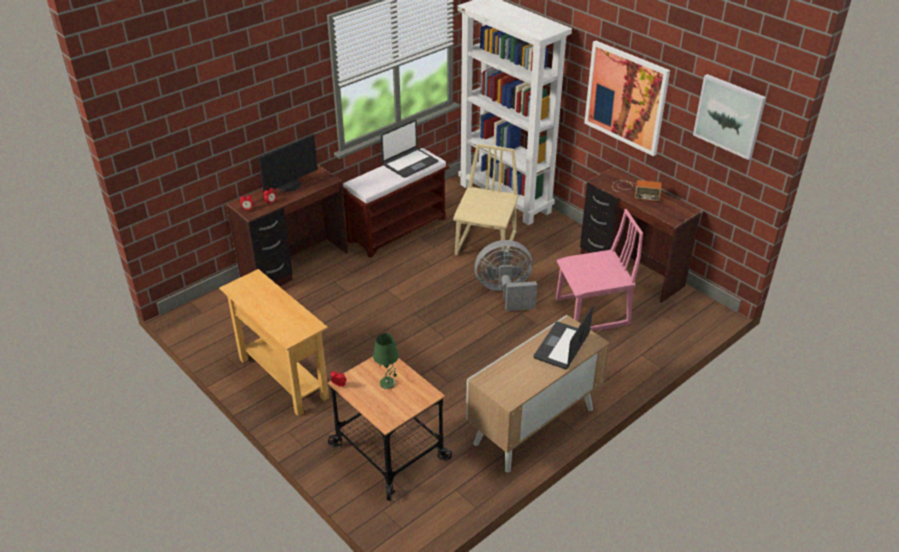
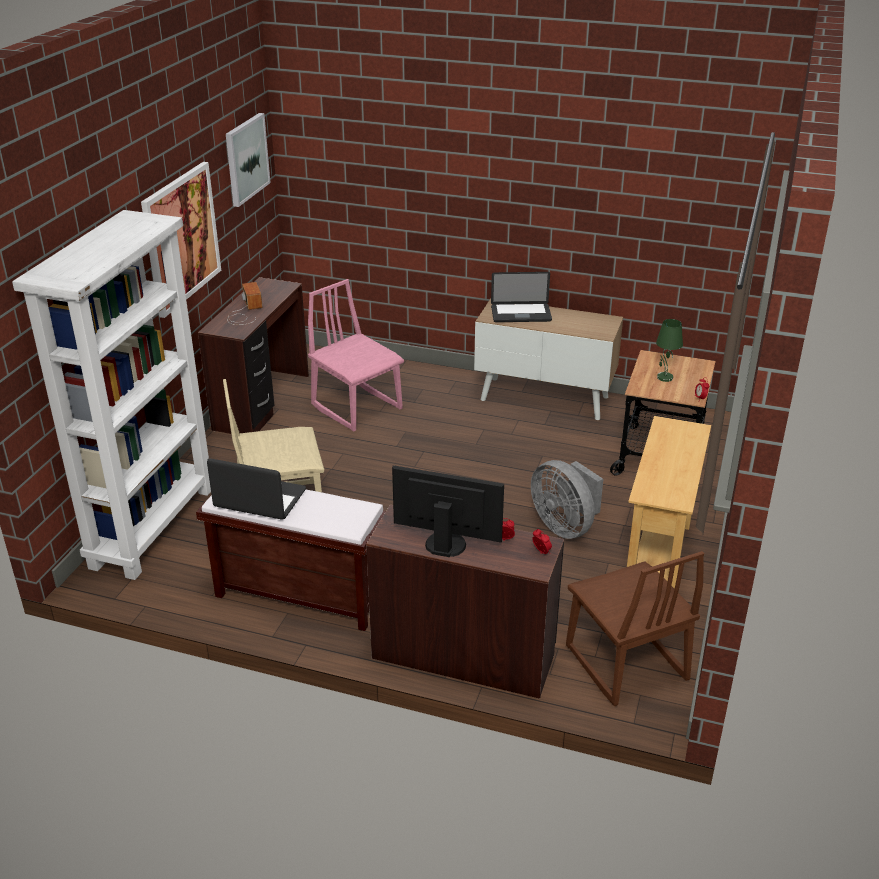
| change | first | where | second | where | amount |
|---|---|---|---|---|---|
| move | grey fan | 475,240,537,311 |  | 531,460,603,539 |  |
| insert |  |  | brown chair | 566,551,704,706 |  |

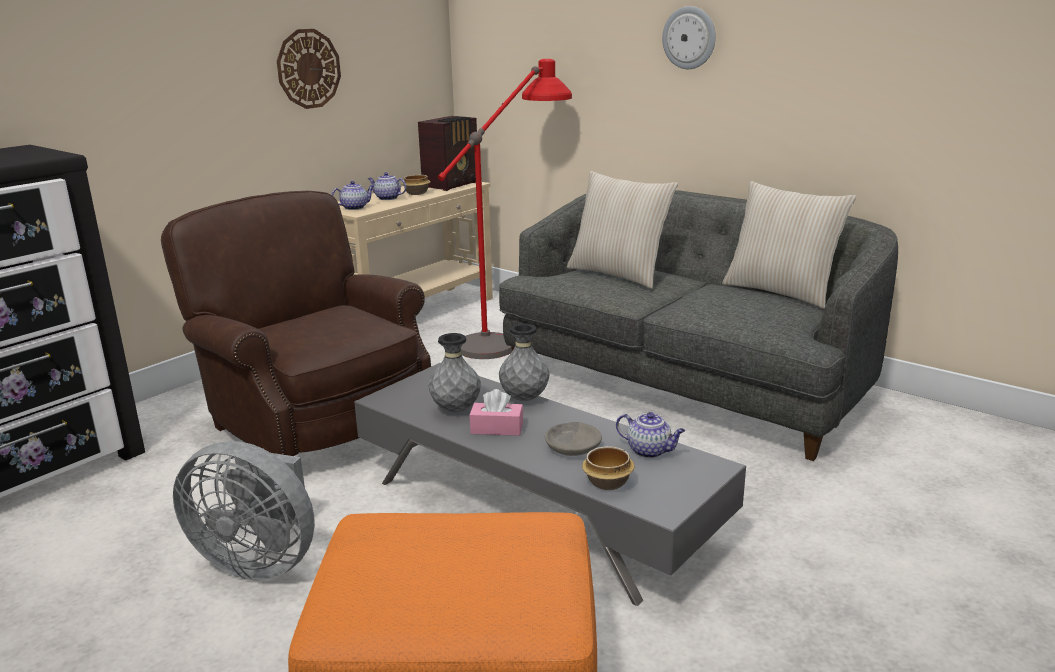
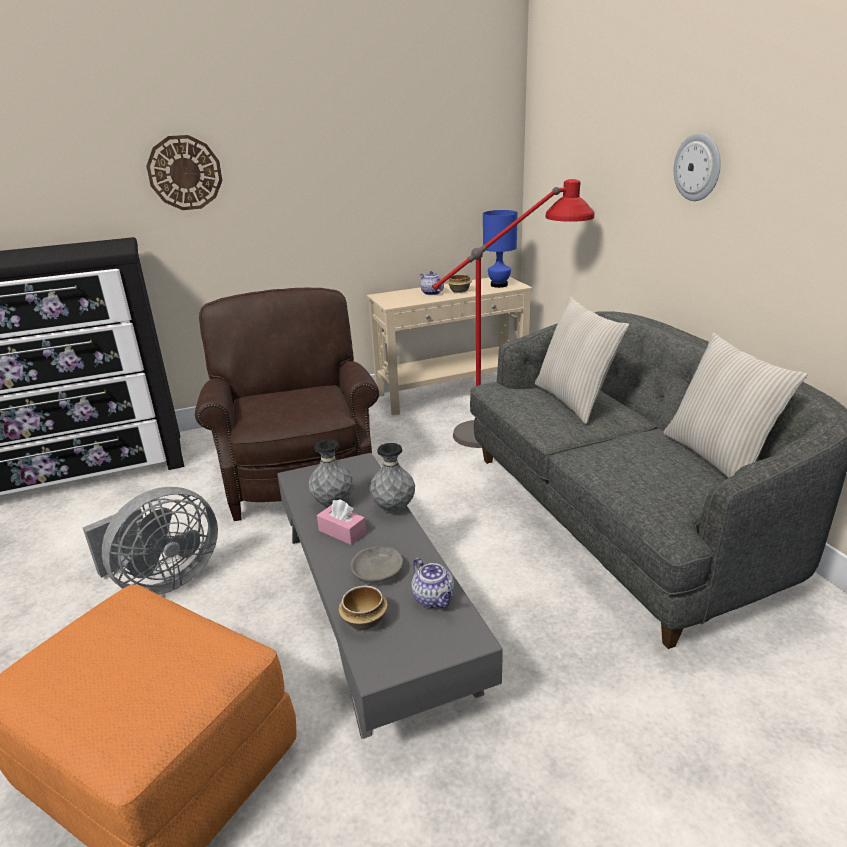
| change | first | where | second | where | amount |
|---|---|---|---|---|---|
| rotate | grey fan | 173,441,315,581 |  | 83,487,218,595 | 90 degrees counterclockwise |
| move | clock on the wall | 277,29,341,109 |  | 146,135,223,210 |  |
| replace | radio receiver | 418,116,477,191 | blue-coloured tabletop lamp | 483,210,518,288 |  |
| delete | tea pot | 331,181,374,210 |  |  |  |

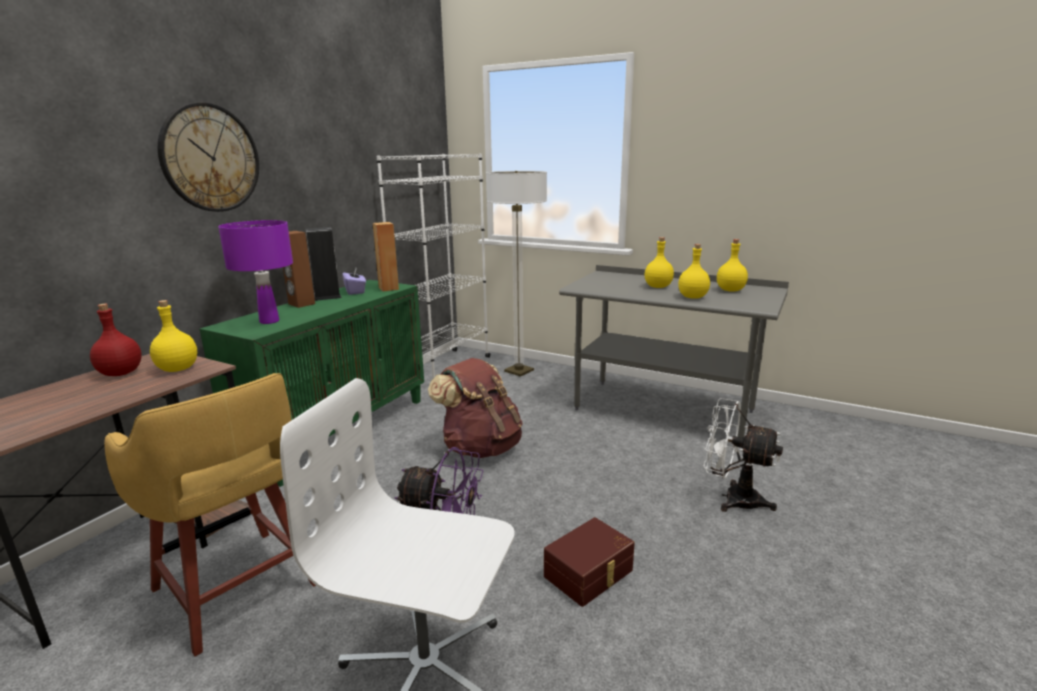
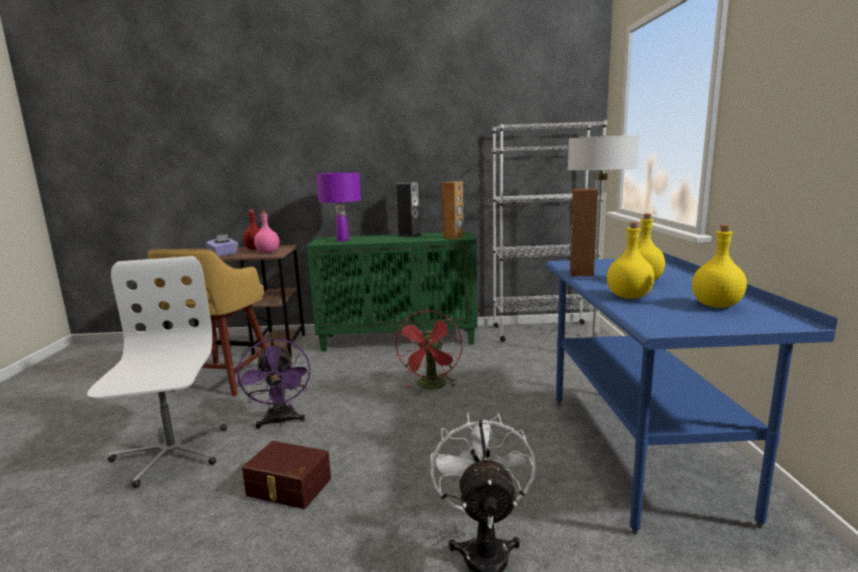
| change | first | where | second | where | amount |
|---|---|---|---|---|---|
| move | purple-coloured tissue box | 342,268,366,295 |  | 206,234,238,257 |  |
| recolor | yellowish beverage bottle | 150,300,197,372 | pinkish beverage bottle | 254,211,280,253 |  |
| replace | brown rucksack | 428,358,523,458 | red fan | 395,310,462,390 |  |
| recolor | grey desk | 559,265,789,438 | blue-coloured desk | 545,252,838,535 |  |
| move | brown speaker | 283,231,315,308 |  | 570,189,598,276 |  |
| delete | clock on the wall | 158,103,259,212 |  |  |  |

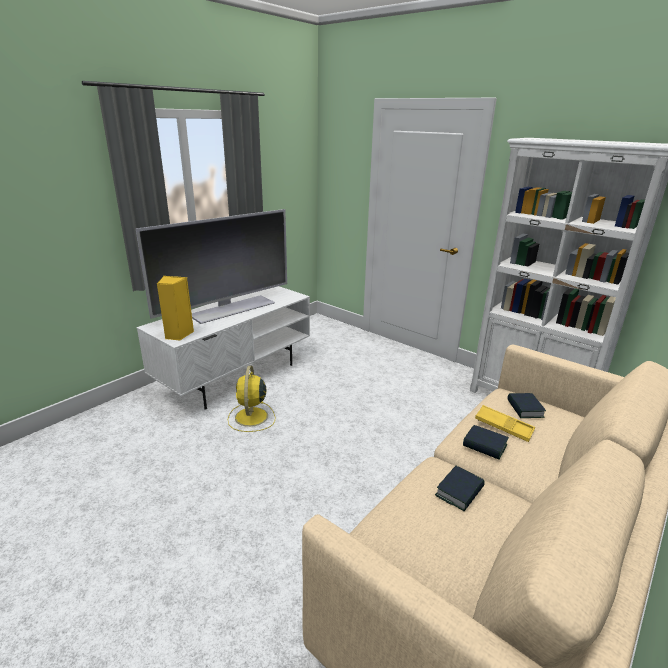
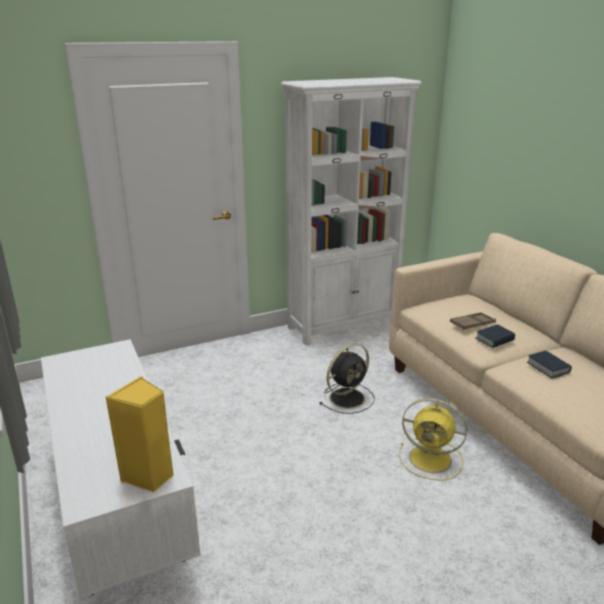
| change | first | where | second | where | amount |
|---|---|---|---|---|---|
| insert |  |  | black-coloured fan | 320,343,375,414 |  |
| move | yellowish fan | 228,366,276,432 |  | 399,398,467,481 |  |
| recolor | yellowish tray | 475,405,535,442 | brown tray | 450,312,496,330 |  |
| delete | TV set | 136,209,287,324 |  |  |  |
| delete | book | 507,393,546,418 |  |  |  |

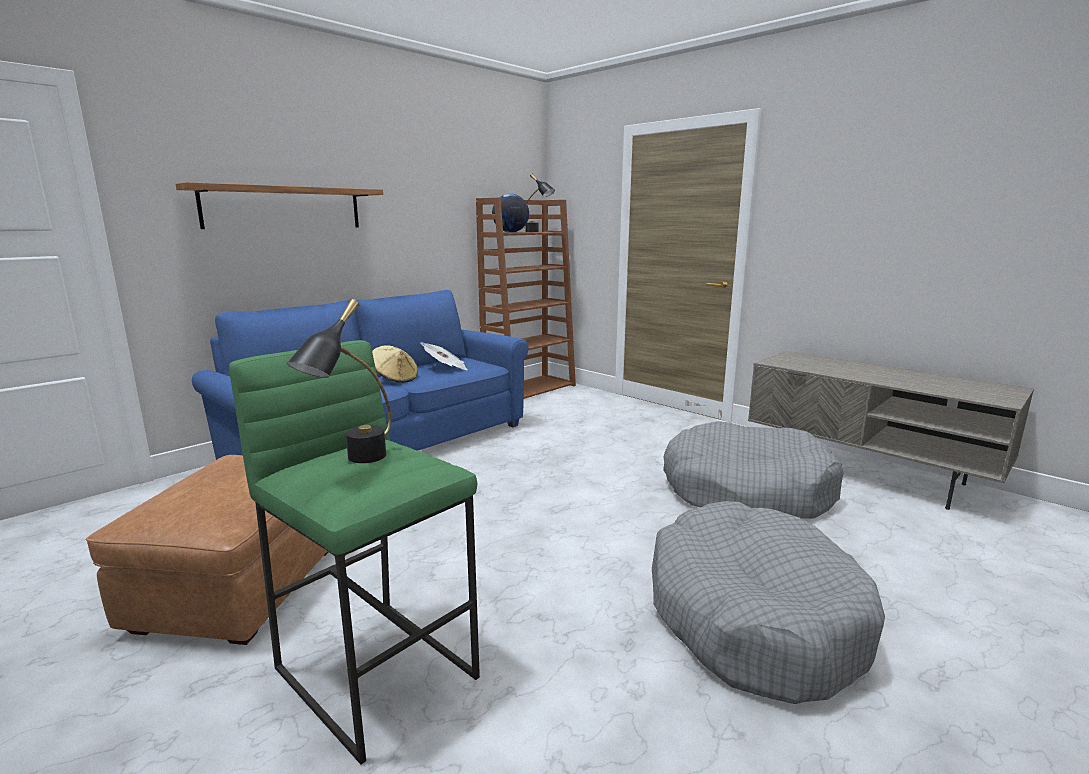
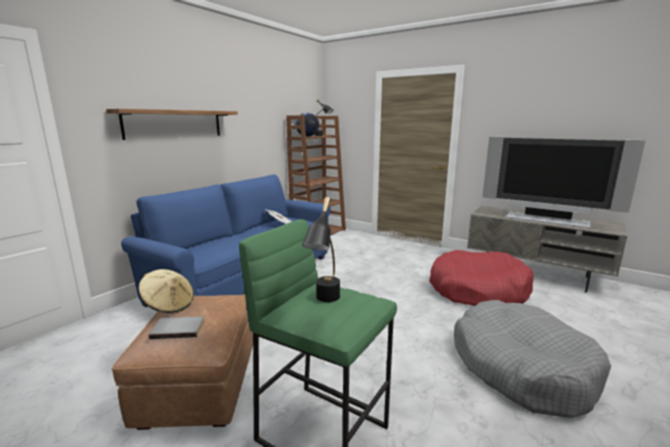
| change | first | where | second | where | amount |
|---|---|---|---|---|---|
| move | beige-coloured clothing hat | 372,346,418,383 |  | 139,269,194,313 |  |
| insert |  |  | grey book | 148,316,205,339 |  |
| recolor | grey dog bed | 663,421,844,518 | red dog bed | 429,250,534,306 |  |
| insert |  |  | TV set | 482,137,646,228 |  |

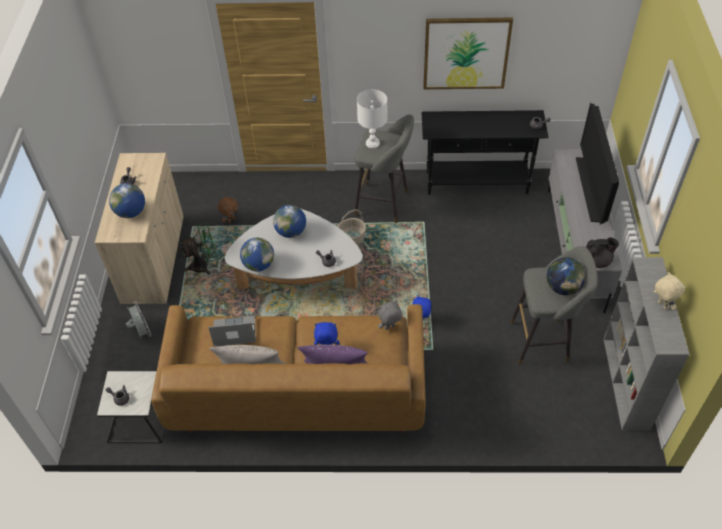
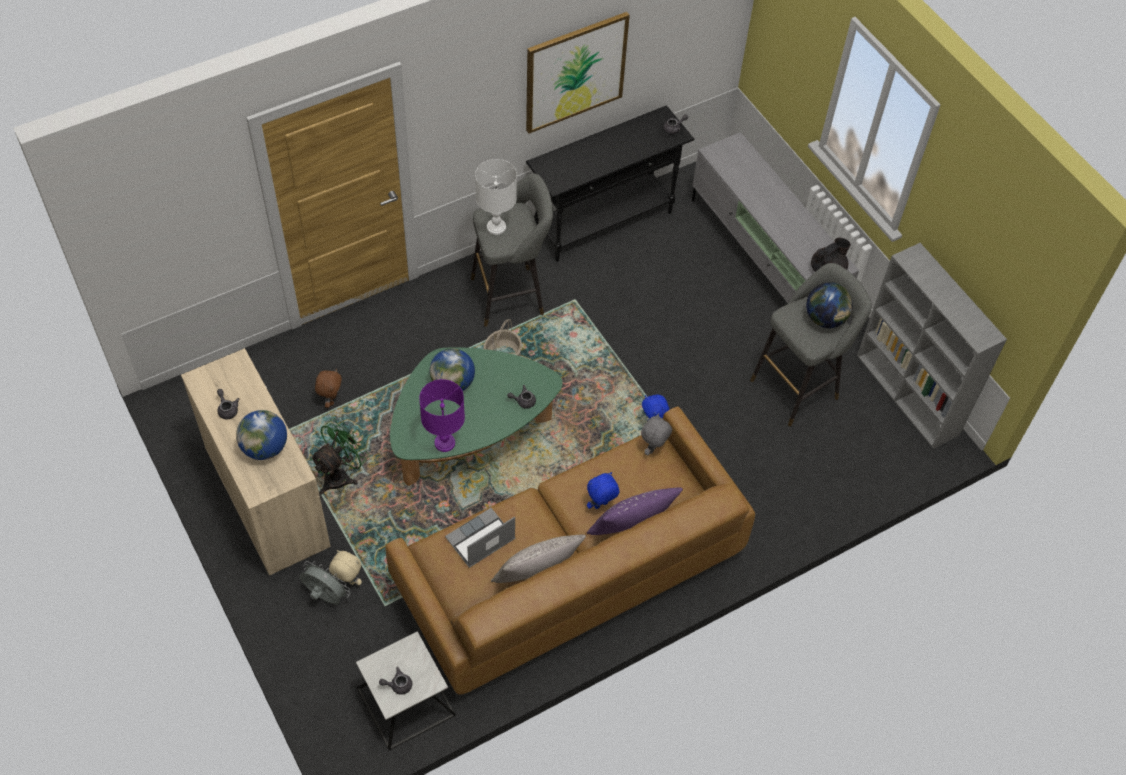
| change | first | where | second | where | amount |
|---|---|---|---|---|---|
| move | beige-coloured plush toy | 654,272,685,310 |  | 329,550,362,585 |  |
| recolor | whitish low table | 225,209,363,289 | green low table | 390,347,562,486 |  |
| replace | world globe | 240,238,274,271 | purple-coloured tabletop lamp | 419,379,465,452 |  |
| delete | TV set | 576,103,619,224 |  |  |  |

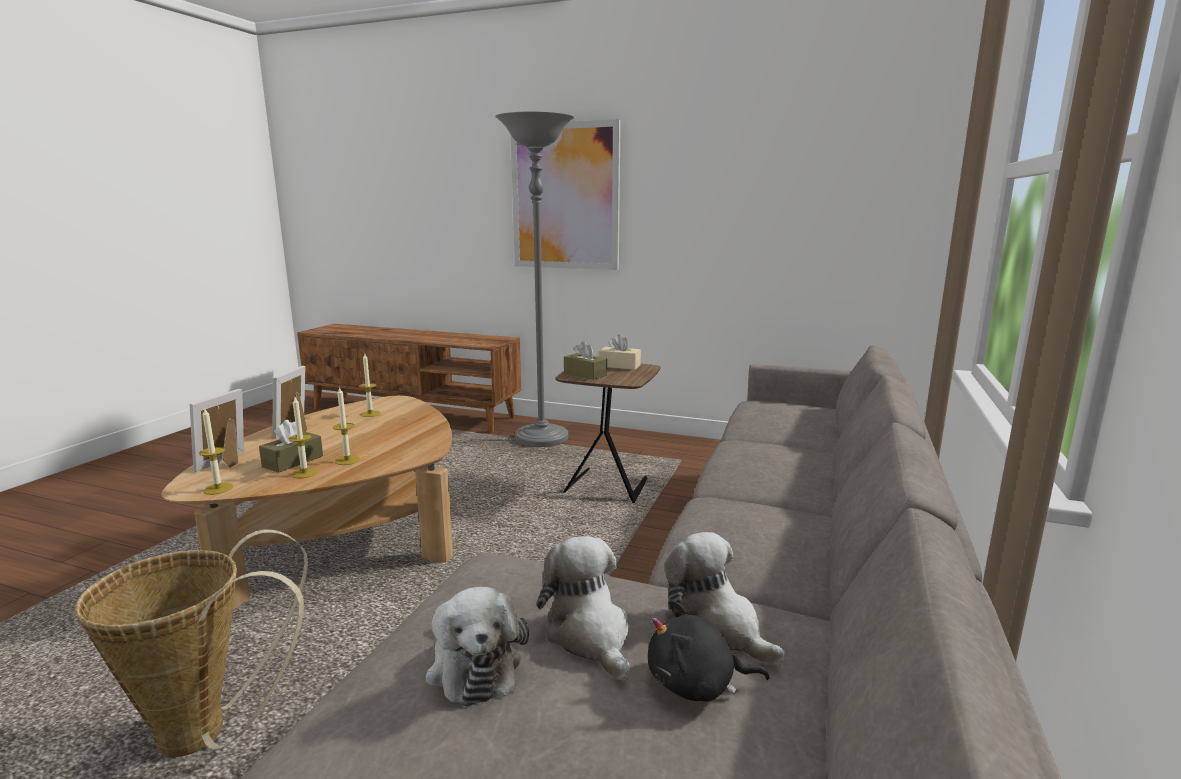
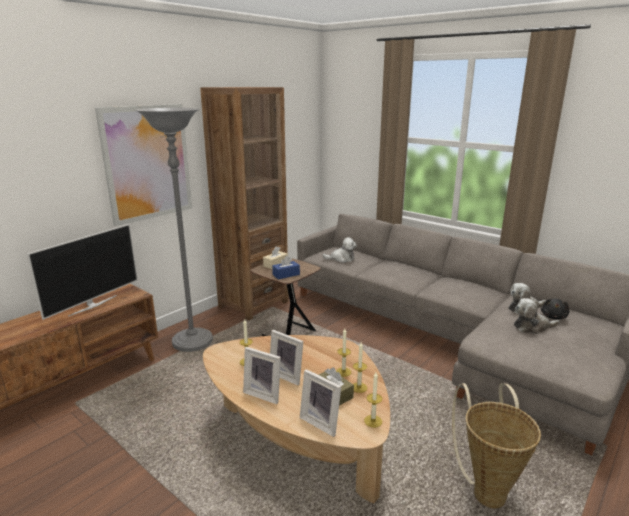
| change | first | where | second | where | amount |
|---|---|---|---|---|---|
| insert |  |  | TV set | 27,224,138,320 |  |
| insert |  |  | brown bookcase | 200,87,289,320 |  |
| insert |  |  | standing frame | 270,330,303,386 |  |
| recolor | brown tissue box | 564,341,607,380 | blue-coloured tissue box | 272,256,300,279 |  |
| move | plush toy | 426,587,529,706 |  | 322,237,357,263 |  |

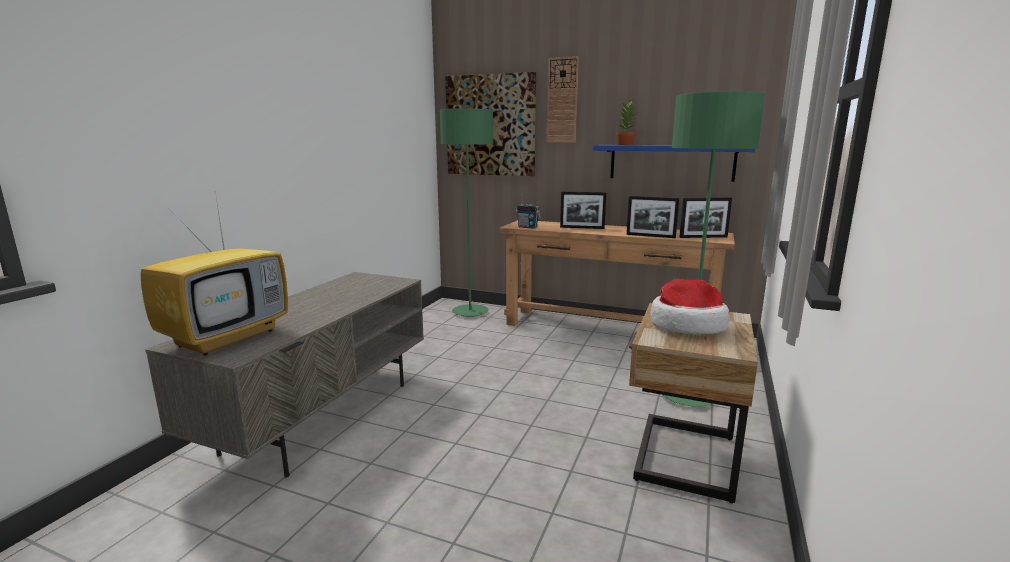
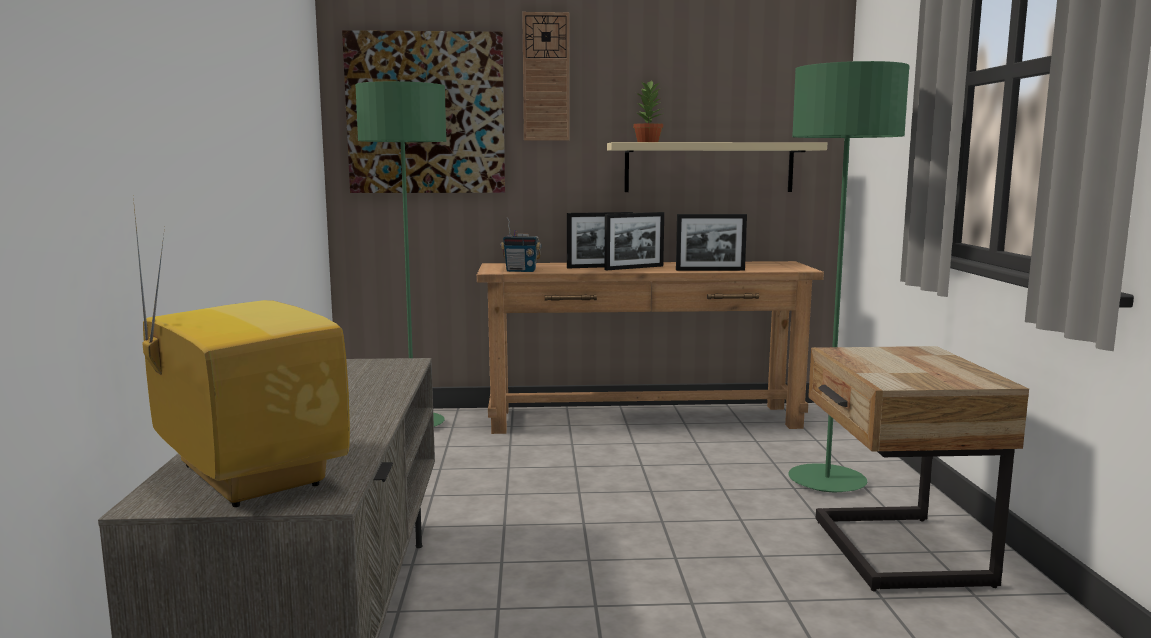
| change | first | where | second | where | amount |
|---|---|---|---|---|---|
| rotate | TV set | 141,198,288,356 |  | 133,199,350,507 | 45 degrees counterclockwise |
| move | standing frame | 680,198,732,238 |  | 605,212,664,270 |  |
| recolor | blue-coloured shelf | 593,145,755,182 | beige-coloured shelf | 607,142,827,192 |  |
| delete | clothing hat | 650,279,729,334 |  |  |  |

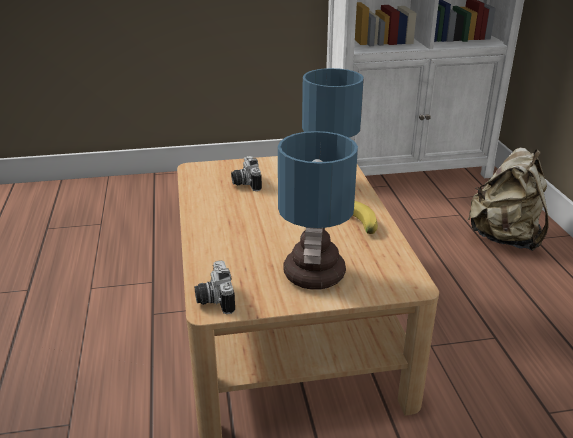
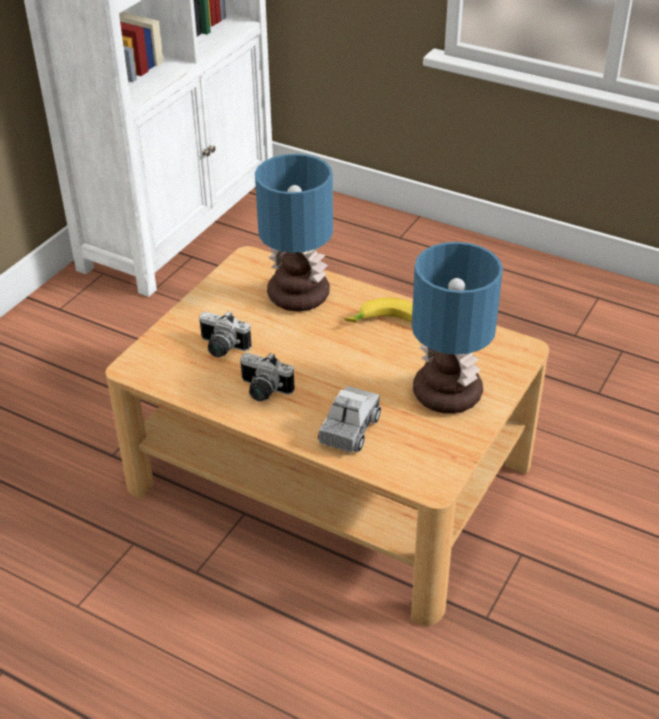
| change | first | where | second | where | amount |
|---|---|---|---|---|---|
| move | photo camera | 195,261,235,314 |  | 240,353,295,402 |  |
| insert |  |  | toy lorry | 318,386,381,453 |  |
| delete | beige-coloured rucksack | 467,148,549,251 |  |  |  |

